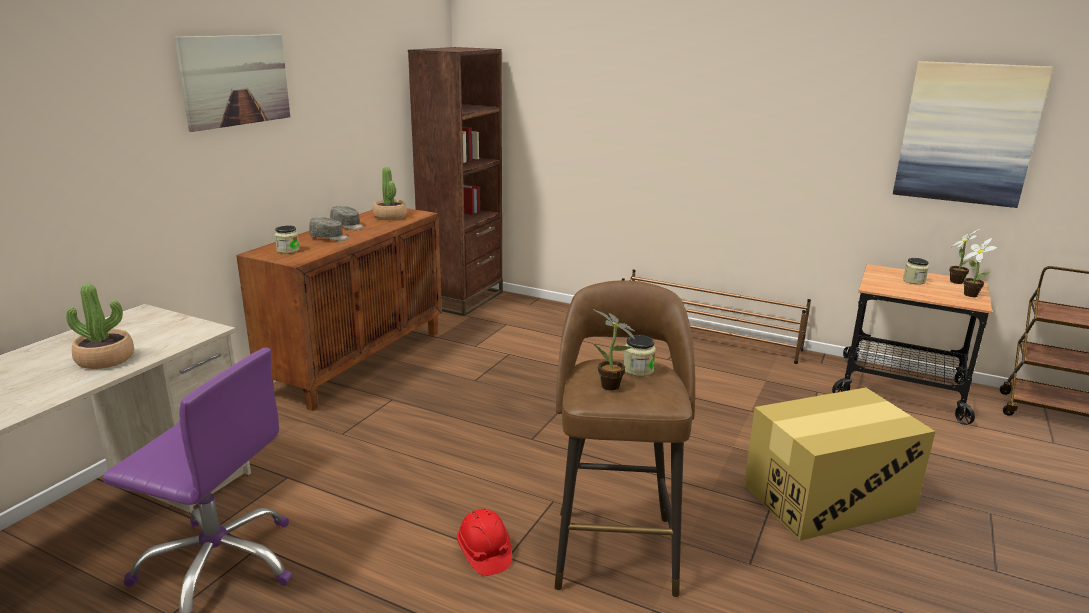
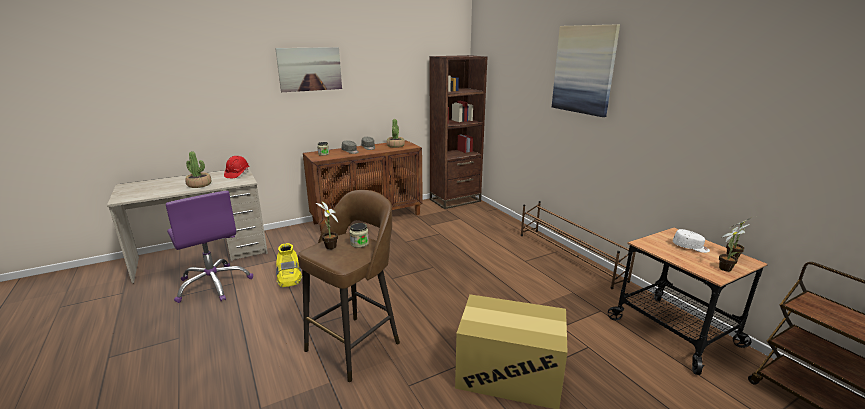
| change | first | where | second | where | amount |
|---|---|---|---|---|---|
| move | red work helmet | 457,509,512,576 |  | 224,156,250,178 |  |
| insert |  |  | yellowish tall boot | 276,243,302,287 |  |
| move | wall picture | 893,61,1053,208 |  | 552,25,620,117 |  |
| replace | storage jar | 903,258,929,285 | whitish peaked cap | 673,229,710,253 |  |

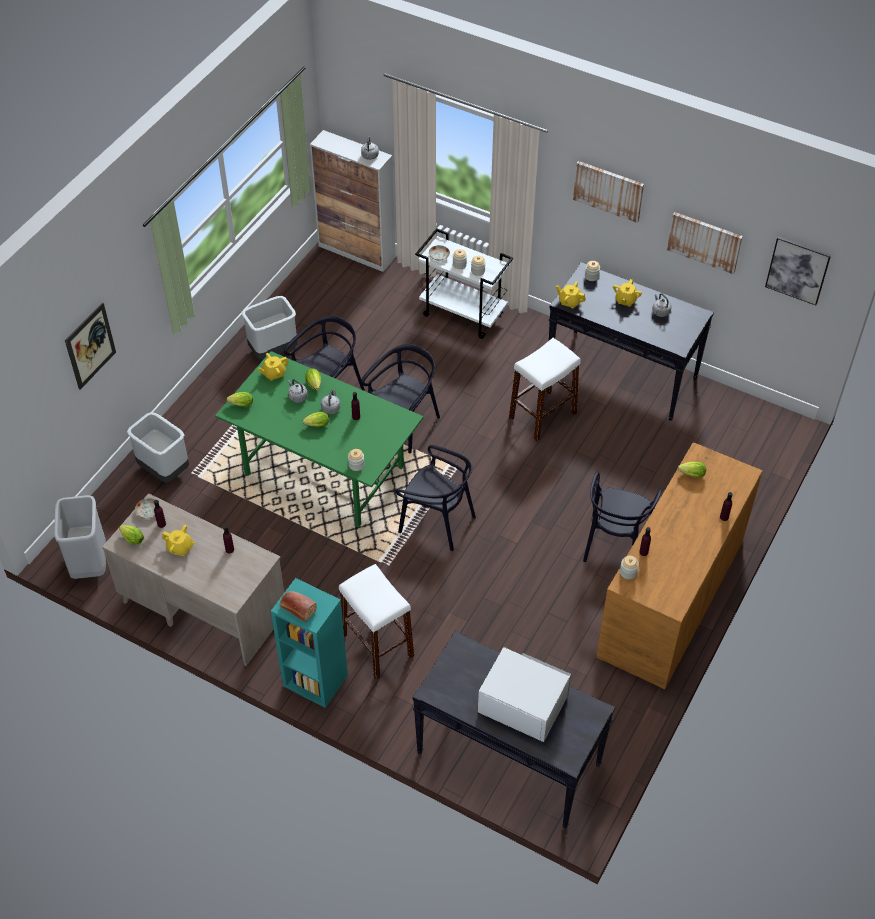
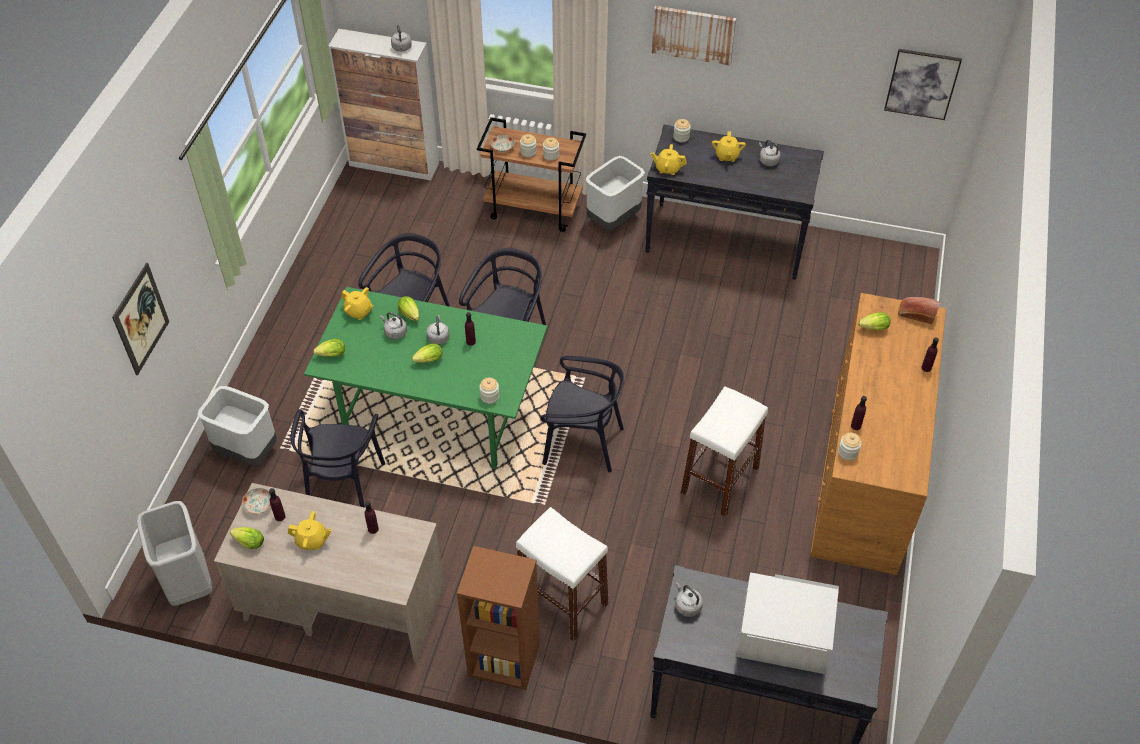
| change | first | where | second | where | amount |
|---|---|---|---|---|---|
| move | black-coloured chair | 583,471,662,562 |  | 291,409,385,508 |  |
| rotate | yellowish tea pot | 257,353,289,381 |  | 341,287,373,320 | 105 degrees counterclockwise |
| recolor | turquoise bookcase | 271,578,348,708 | brown bookcase | 457,546,540,690 |  |
| recolor | whitish trolley | 415,228,513,339 | brown trolley | 477,117,586,232 |  |
| move | grey waste bin | 242,296,298,360 |  | 585,156,645,230 |  |
| insert |  |  | grey kettle | 676,582,703,617 |  |
| move | whitish sitting stool | 509,338,581,441 |  | 680,386,768,516 |  |
| move | bread | 280,591,317,622 |  | 898,297,941,324 |  |
| delete | wall picture | 667,212,743,274 |  |  |  |

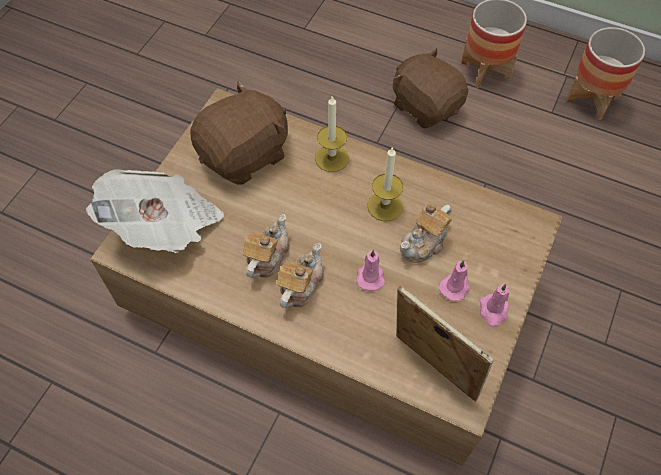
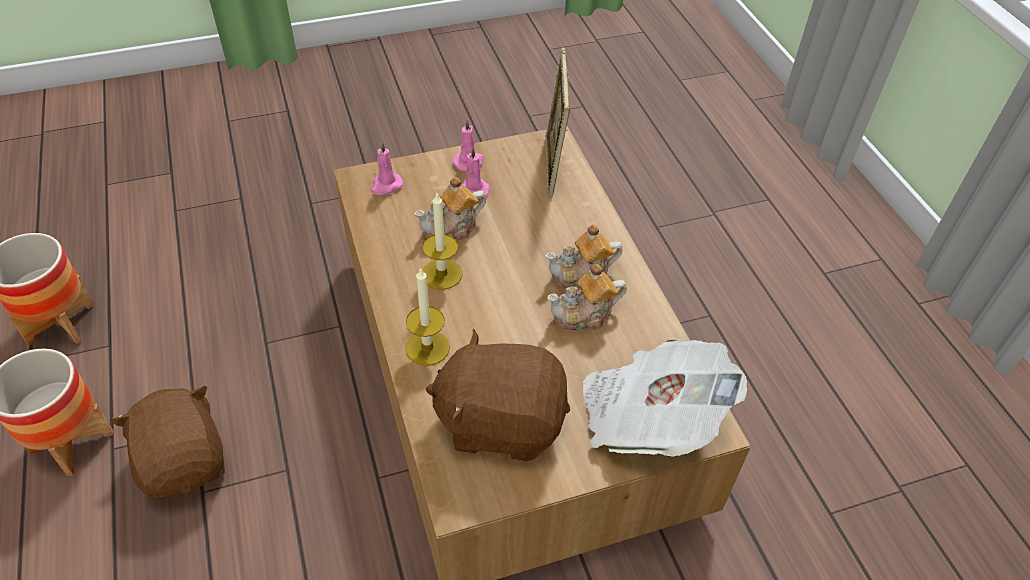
| change | first | where | second | where | amount |
|---|---|---|---|---|---|
| rotate | brown plush toy | 393,48,468,128 |  | 110,386,225,500 | 150 degrees clockwise |
| move | pinkish candle | 356,250,385,291 |  | 371,142,403,195 |  |
| rotate | tea pot | 400,203,452,263 |  | 415,177,486,240 | 150 degrees clockwise |

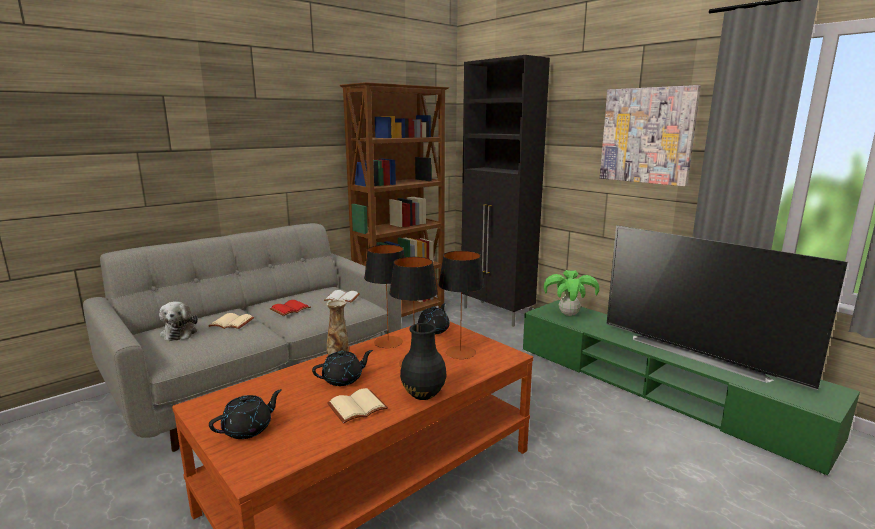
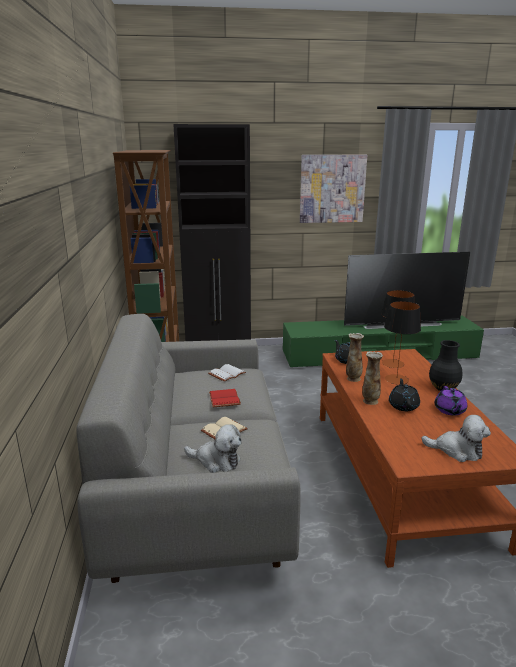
| change | first | where | second | where | amount |
|---|---|---|---|---|---|
| replace | tabletop lamp | 364,245,405,348 | vase | 346,333,364,382 |  |
| replace | black-coloured tea pot | 209,389,282,439 | plush toy | 421,415,491,462 |  |
| replace | beige-coloured book | 327,388,388,423 | purple-coloured tea pot | 435,386,467,415 |  |
| delete | potted plant | 544,270,599,316 |  |  |  |

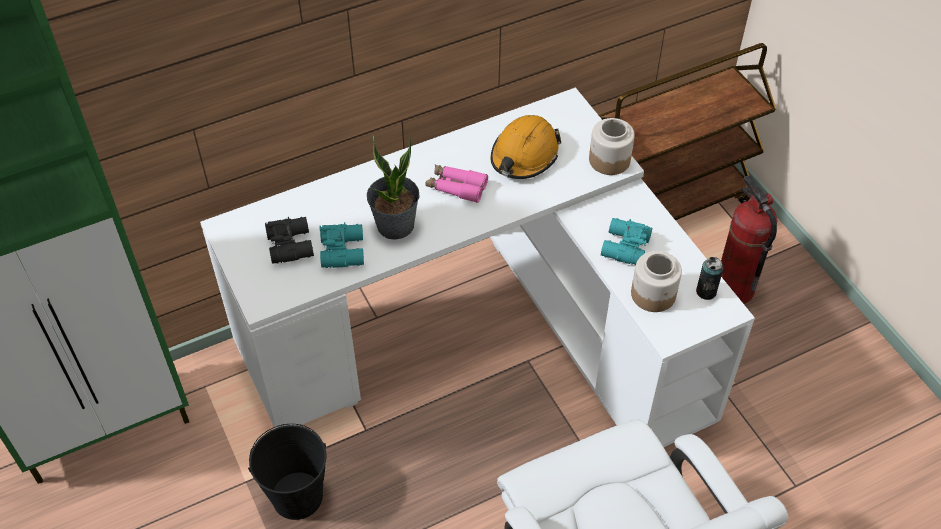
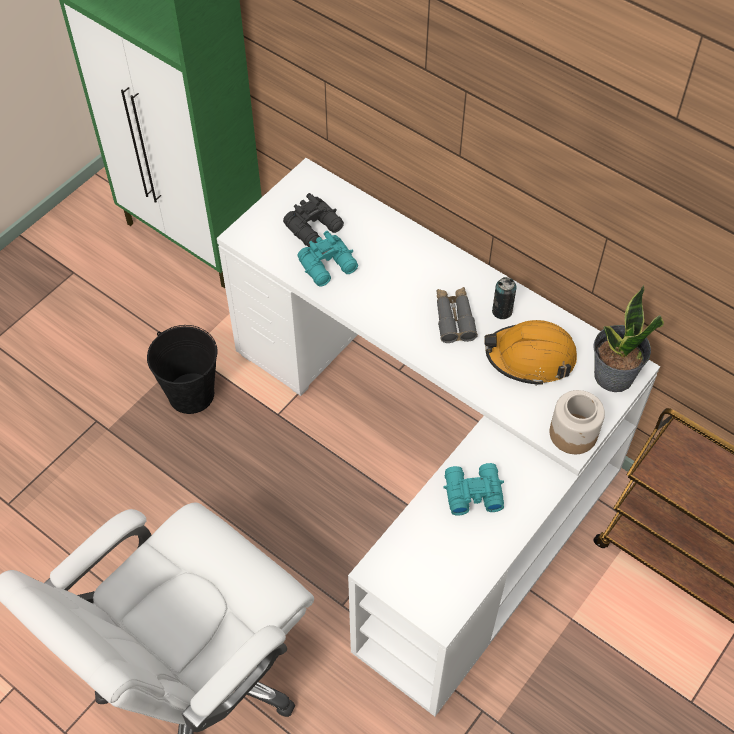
| change | first | where | second | where | amount |
|---|---|---|---|---|---|
| recolor | pinkish binoculars | 425,165,488,203 | grey binoculars | 436,287,478,343 |  |
| move | metal can | 696,257,723,300 |  | 492,277,517,319 |  |
| move | potted plant | 367,135,420,240 |  | 593,285,664,392 |  |
| delete | storage jar | 631,251,682,312 |  |  |  |
| delete | fire extinguisher | 721,175,778,304 |  |  |  |

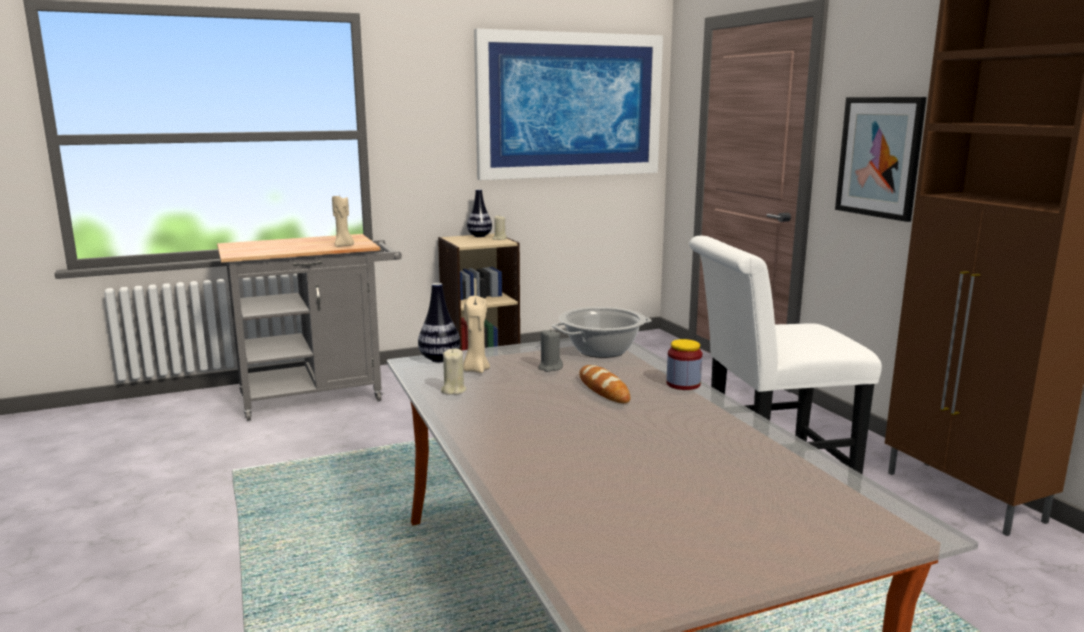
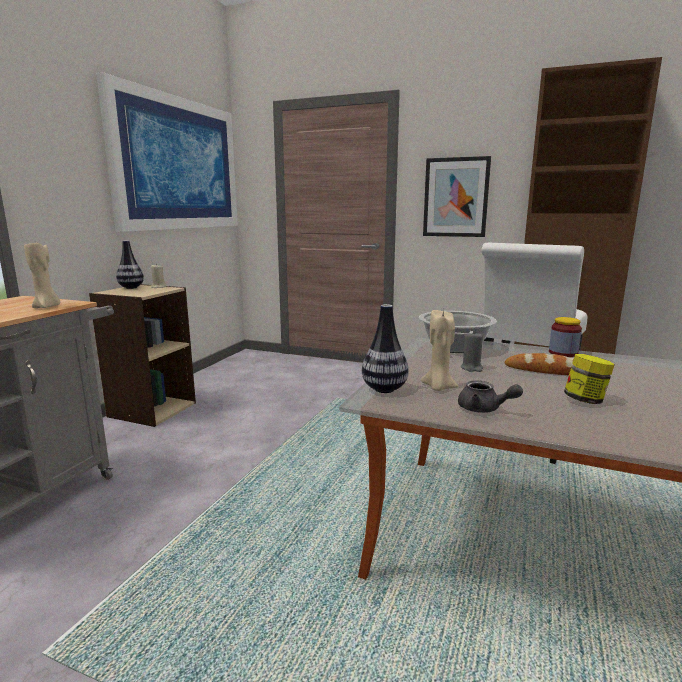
| change | first | where | second | where | amount |
|---|---|---|---|---|---|
| replace | beige-coloured candle | 441,348,467,395 | grey tea pot | 458,380,523,413 |  |
| insert |  |  | storage jar | 564,354,615,404 |  |

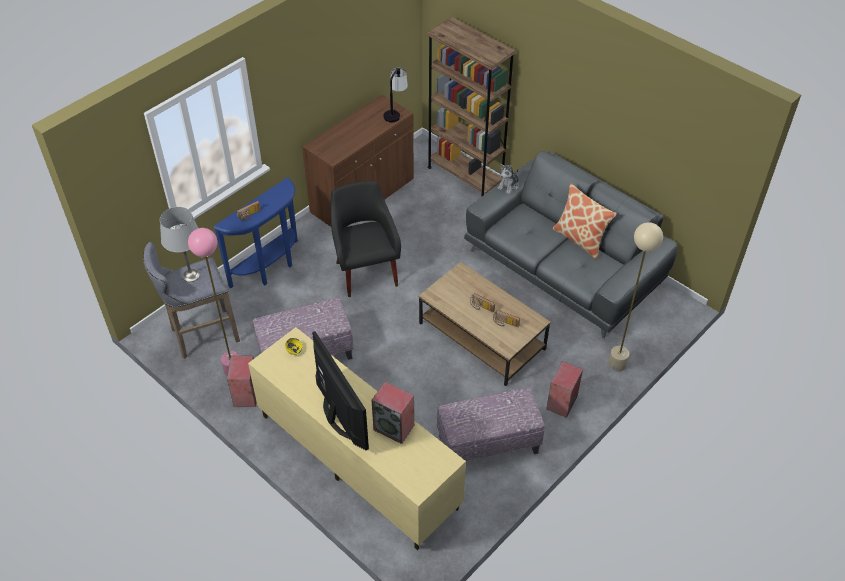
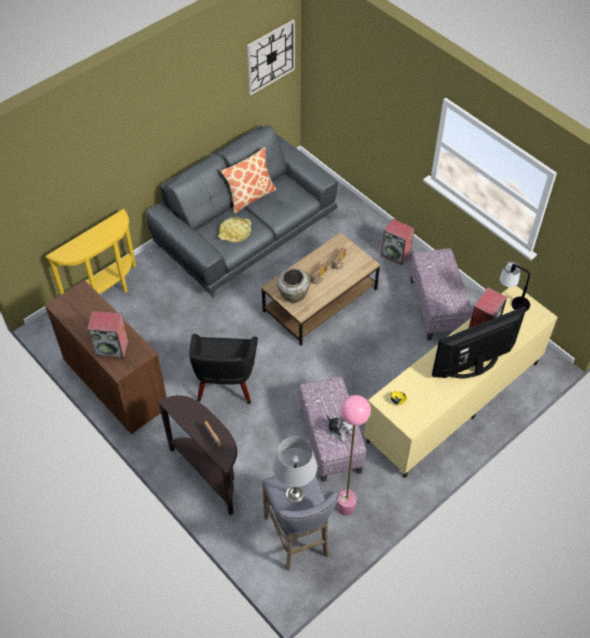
| change | first | where | second | where | amount |
|---|---|---|---|---|---|
| replace | brown bookcase | 427,17,516,197 | yellowish console table | 46,209,136,295 |  |
| move | speaker | 227,356,256,407 |  | 87,311,128,359 |  |
| recolor | blue-coloured console table | 213,177,298,288 | brown console table | 158,395,237,515 |  |
| rotate | black-coloured easy chair | 331,181,401,297 |  | 189,334,258,404 | 75 degrees counterclockwise |
| insert |  |  | yellowish tray | 219,217,251,243 |  |
| insert |  |  | clock on the wall | 247,20,295,95 |  |
| insert |  |  | beige-coloured vase | 277,268,310,303 |  |
| move | plush toy | 497,164,519,194 |  | 326,415,353,443 |  |
| move | tabletop lamp | 383,68,408,122 |  | 500,262,530,312 |  |
| delete | beige-coloured floor lamp | 608,222,663,372 |  |  |  |

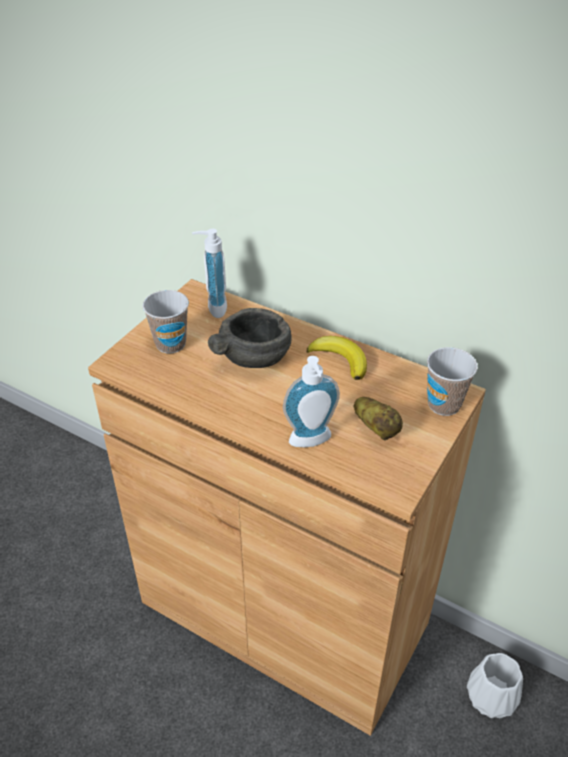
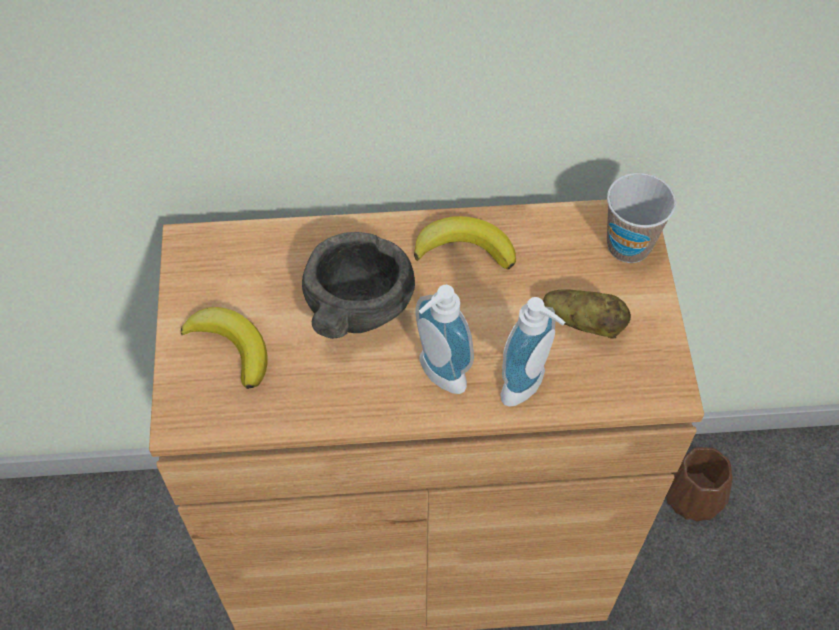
| change | first | where | second | where | amount |
|---|---|---|---|---|---|
| replace | cup | 142,290,189,353 | whole banana | 181,307,268,389 |  |
| move | soap bottle | 192,229,227,318 |  | 415,285,474,394 |  |
| recolor | whitish vase | 467,653,523,718 | brown vase | 666,447,732,522 |  |

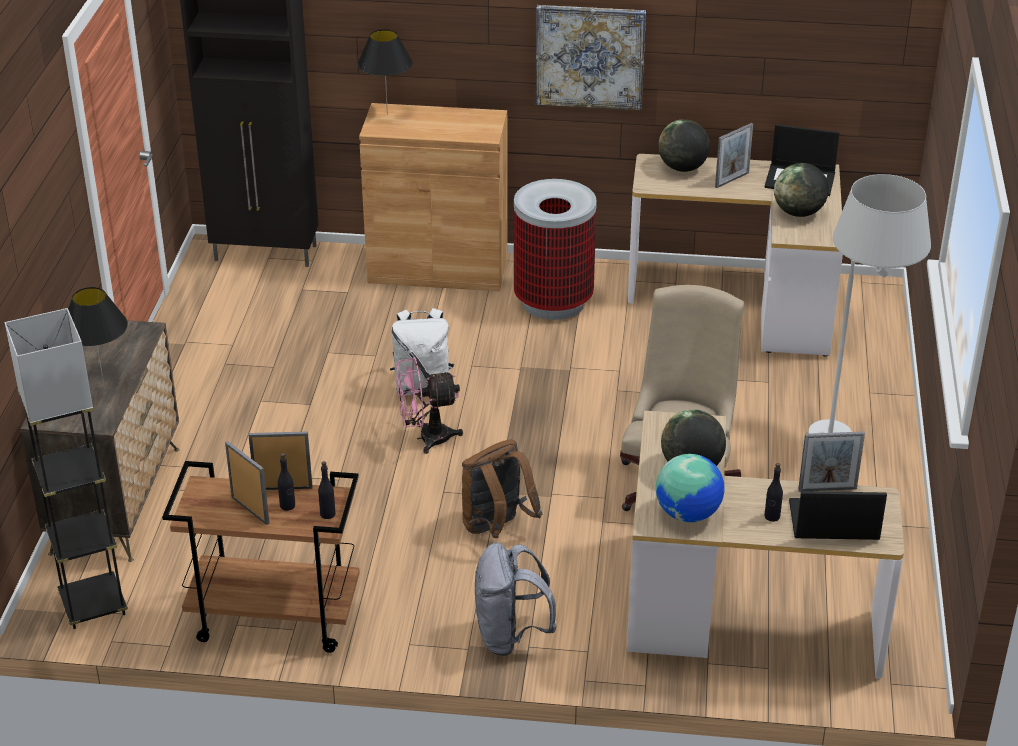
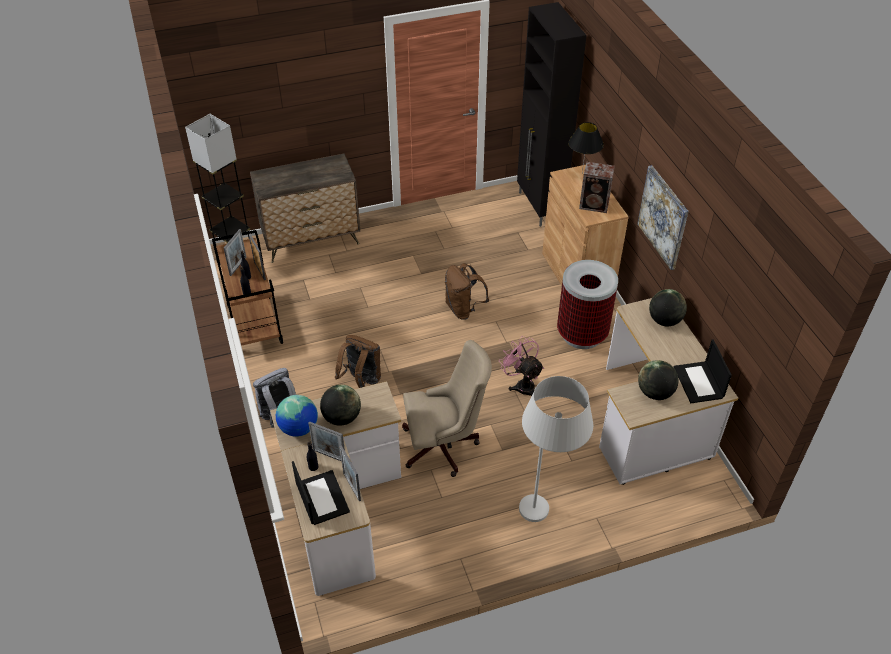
| change | first | where | second | where | amount |
|---|---|---|---|---|---|
| move | standing frame | 715,123,753,188 |  | 308,421,345,462 |  |
| recolor | whitish rucksack | 390,308,454,395 | brown rucksack | 445,263,489,320 |  |
| move | pinkish fan | 396,357,463,454 |  | 499,336,544,396 |  |
| insert |  |  | speaker | 579,162,615,213 |  |
| delete | black-coloured tabletop lamp | 68,287,128,383 |  |  |  |

